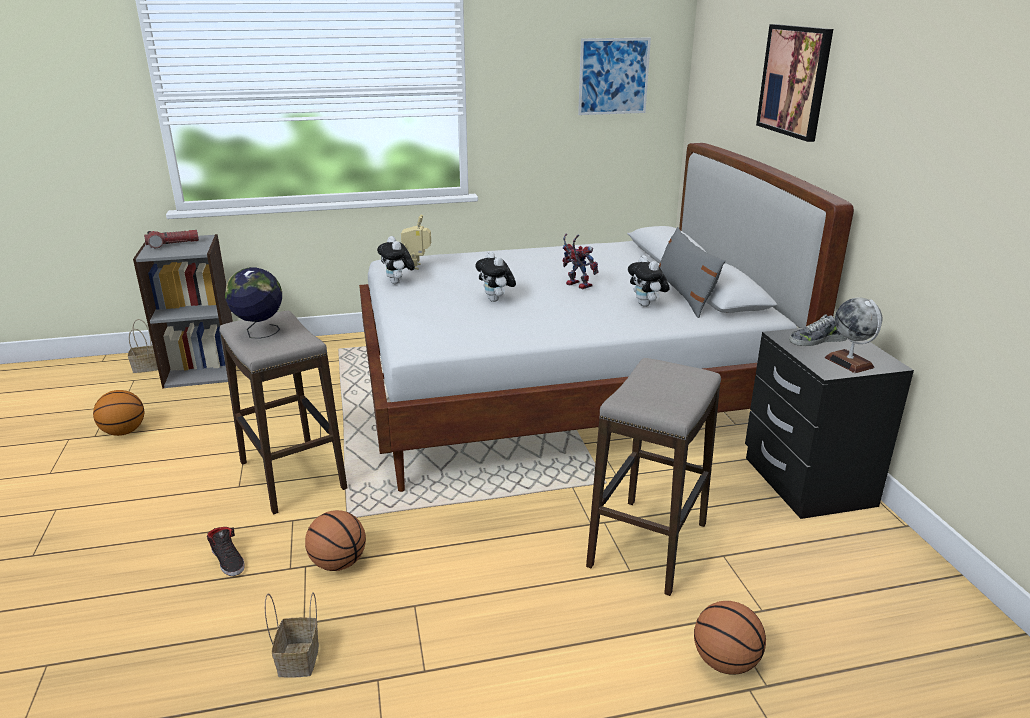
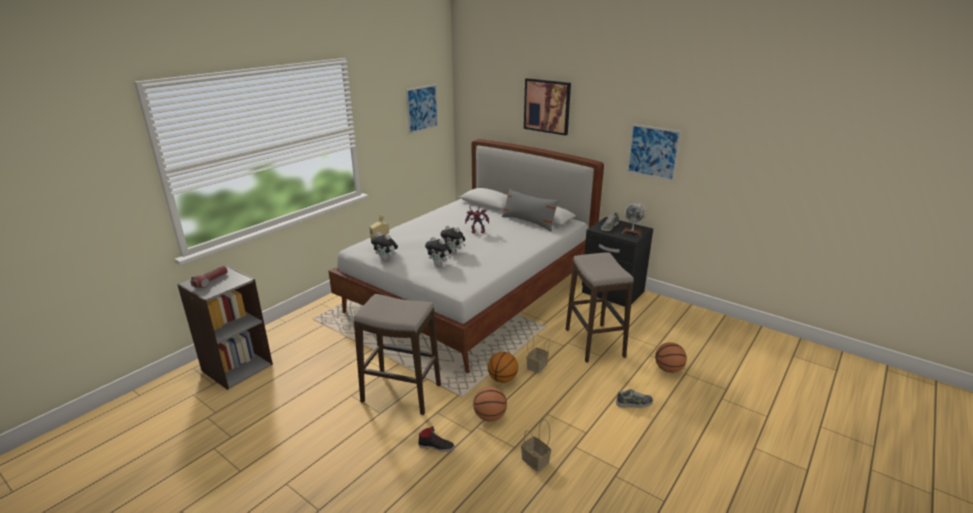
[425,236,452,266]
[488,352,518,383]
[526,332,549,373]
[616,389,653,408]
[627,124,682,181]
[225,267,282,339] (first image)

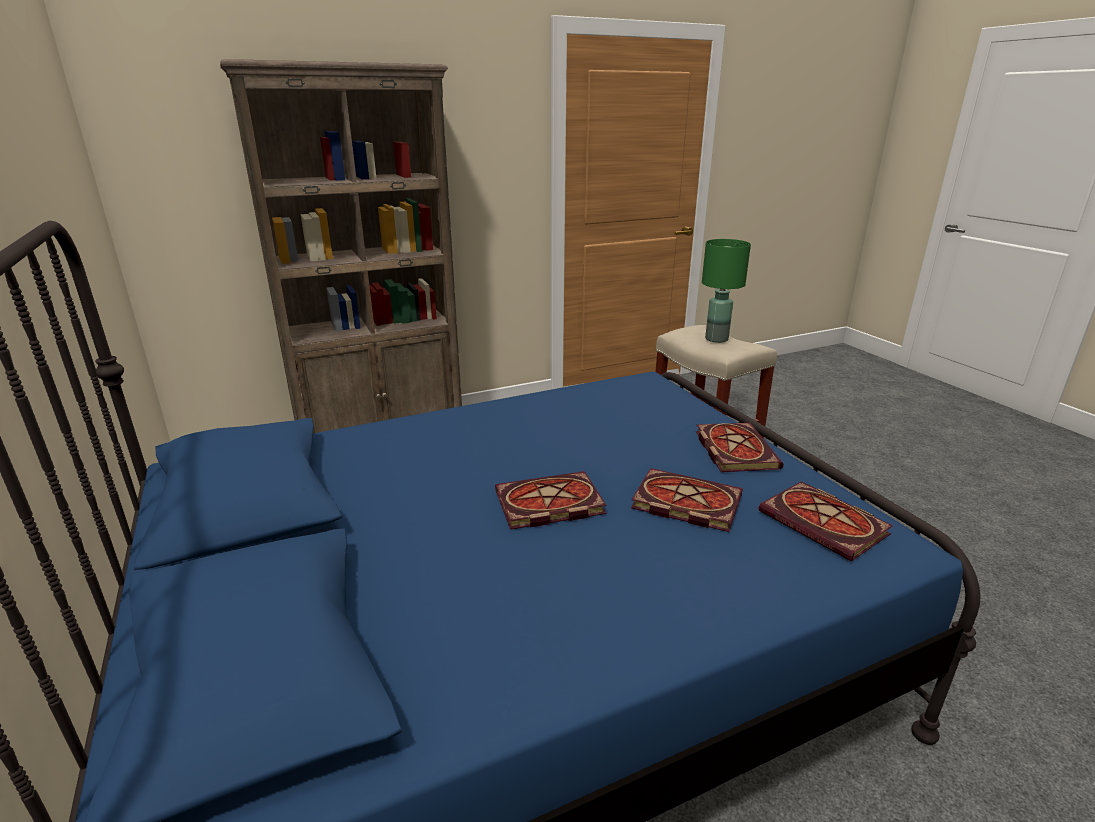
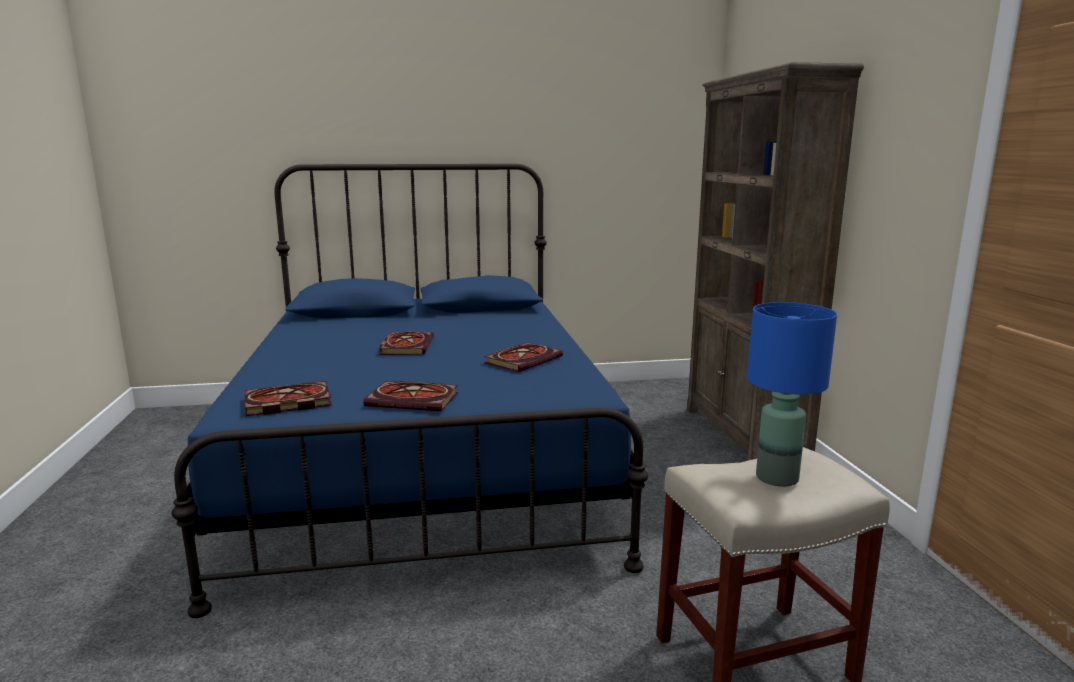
[484,342,563,372]
[747,302,837,487]

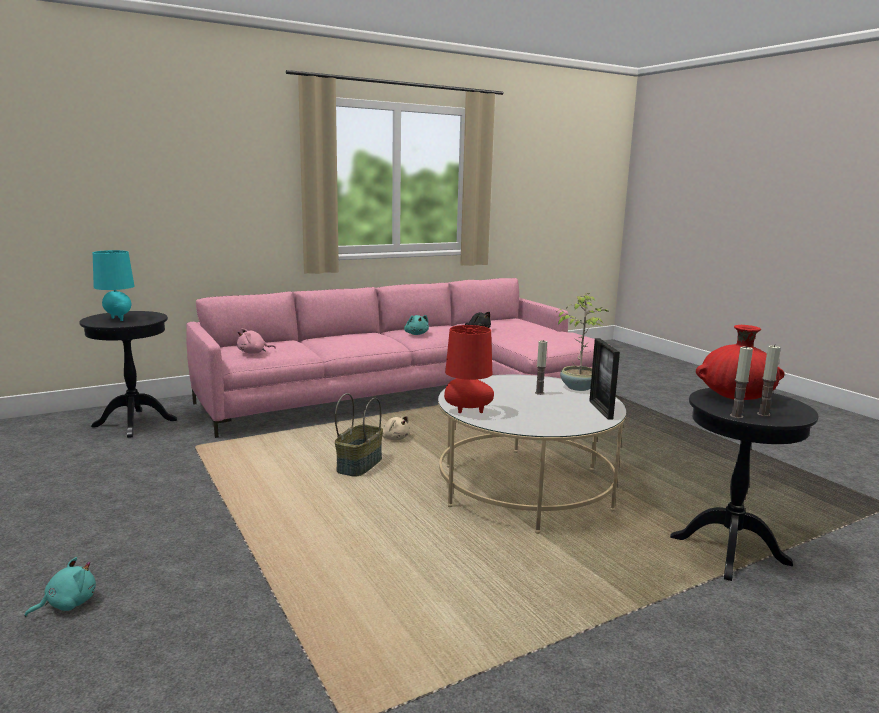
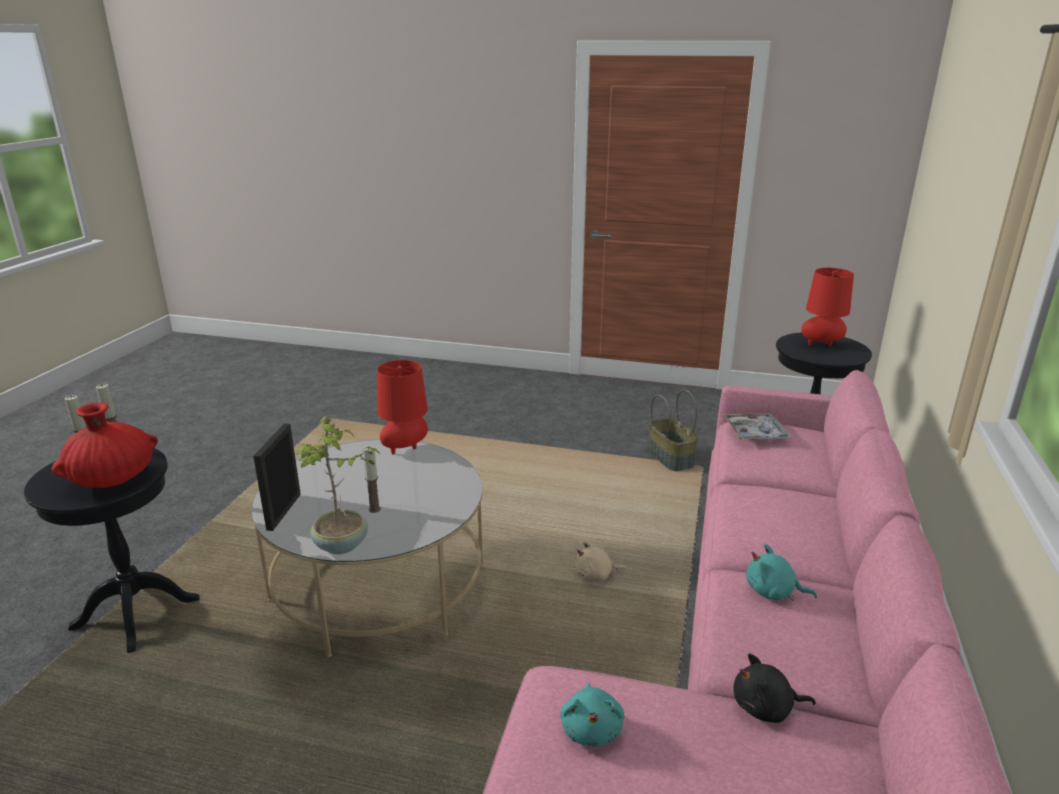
[253,424,301,531]
[560,683,624,747]
[648,390,698,471]
[723,413,792,440]
[801,268,854,347]

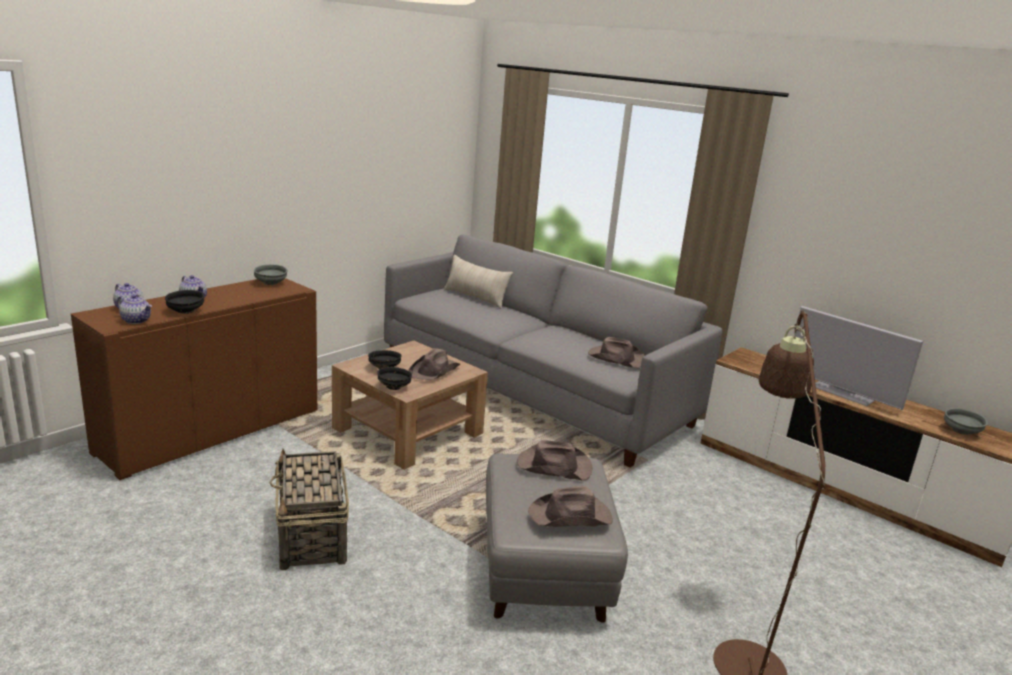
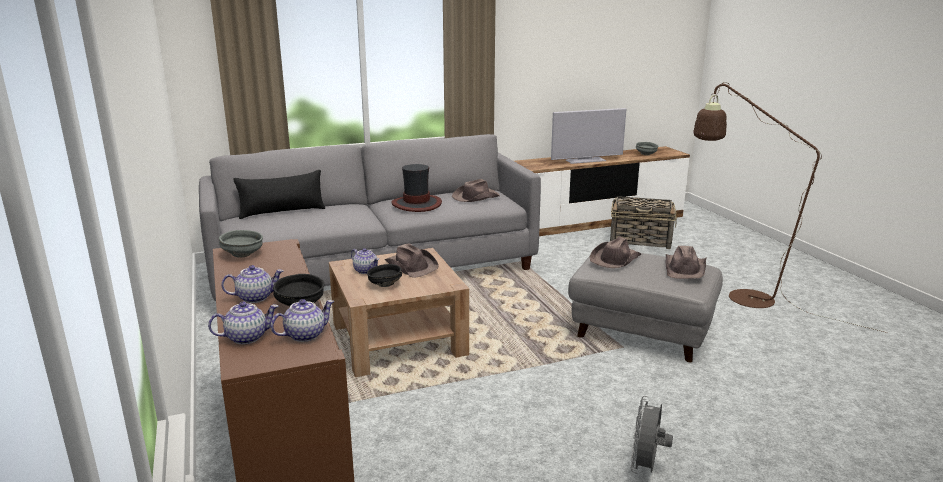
[233,170,325,219]
[351,248,379,274]
[391,164,442,212]
[610,196,677,249]
[630,396,673,474]
[377,367,412,390] (first image)

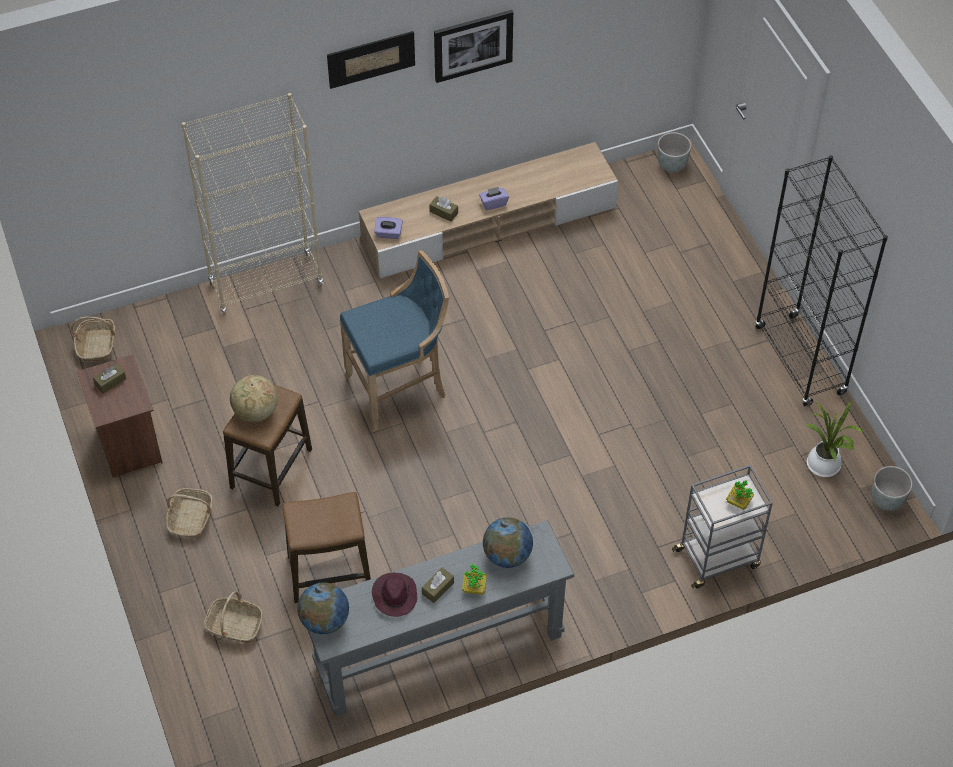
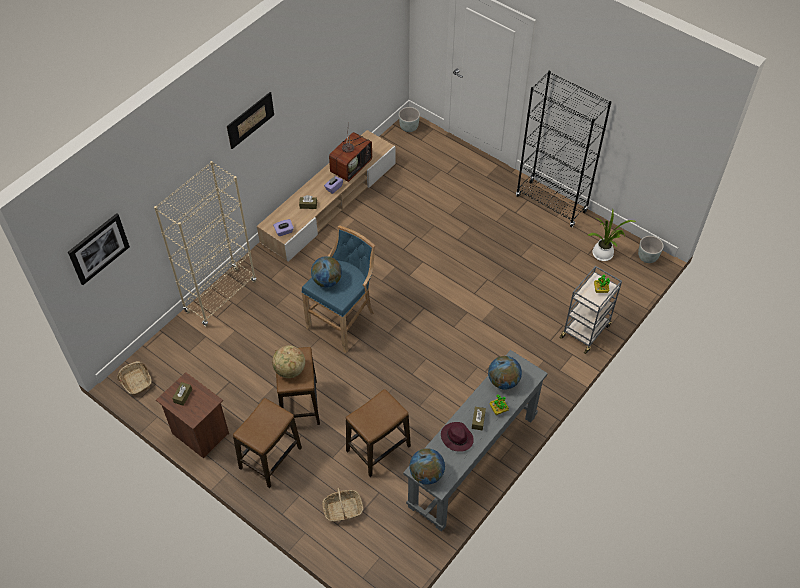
[68,213,130,285]
[233,398,302,488]
[311,256,342,287]
[329,122,372,182]

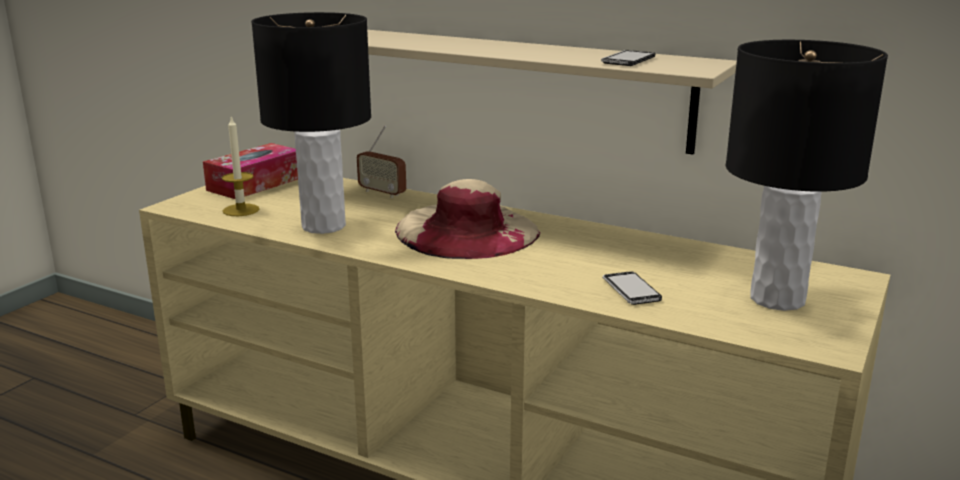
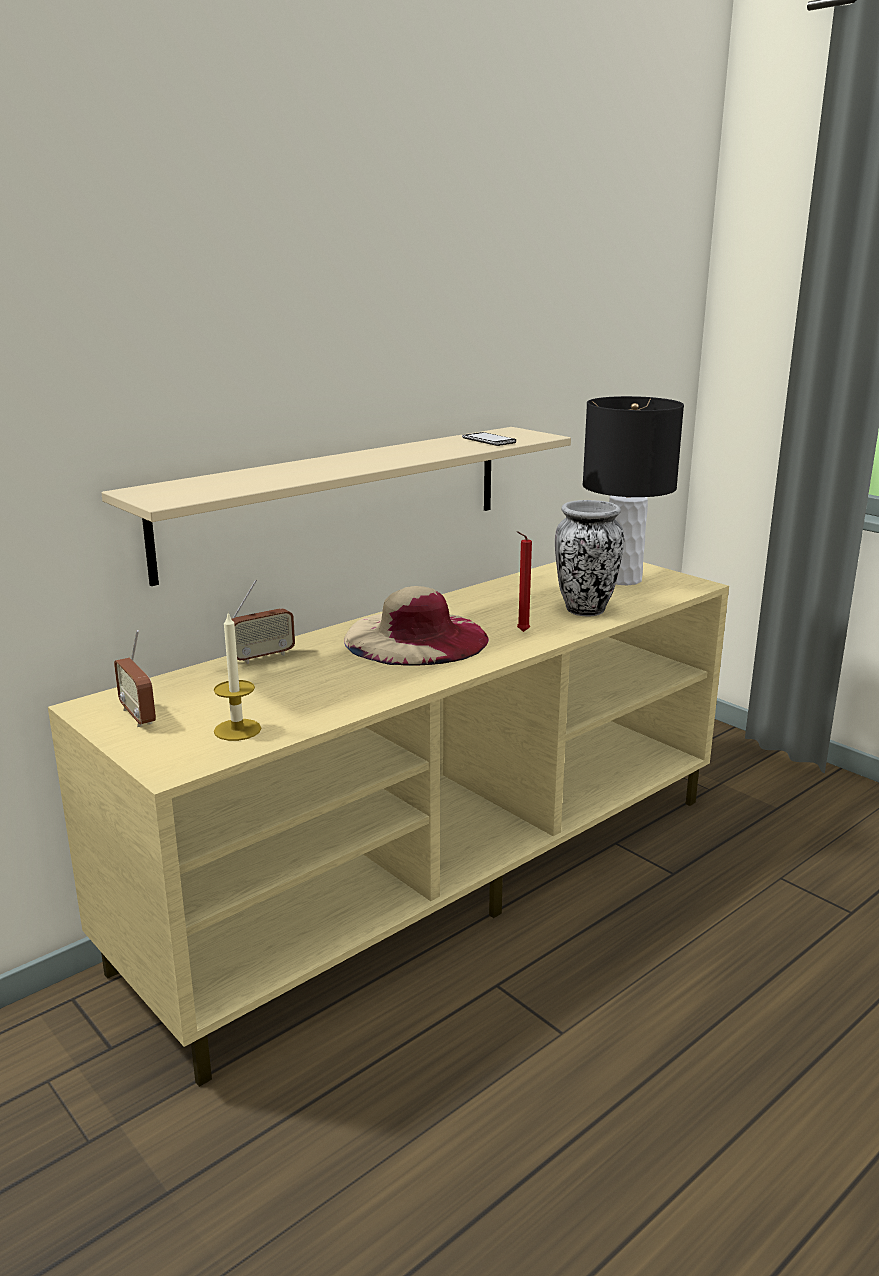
[114,630,156,727]
[517,531,532,632]
[555,500,624,616]
[251,12,371,234] (first image)

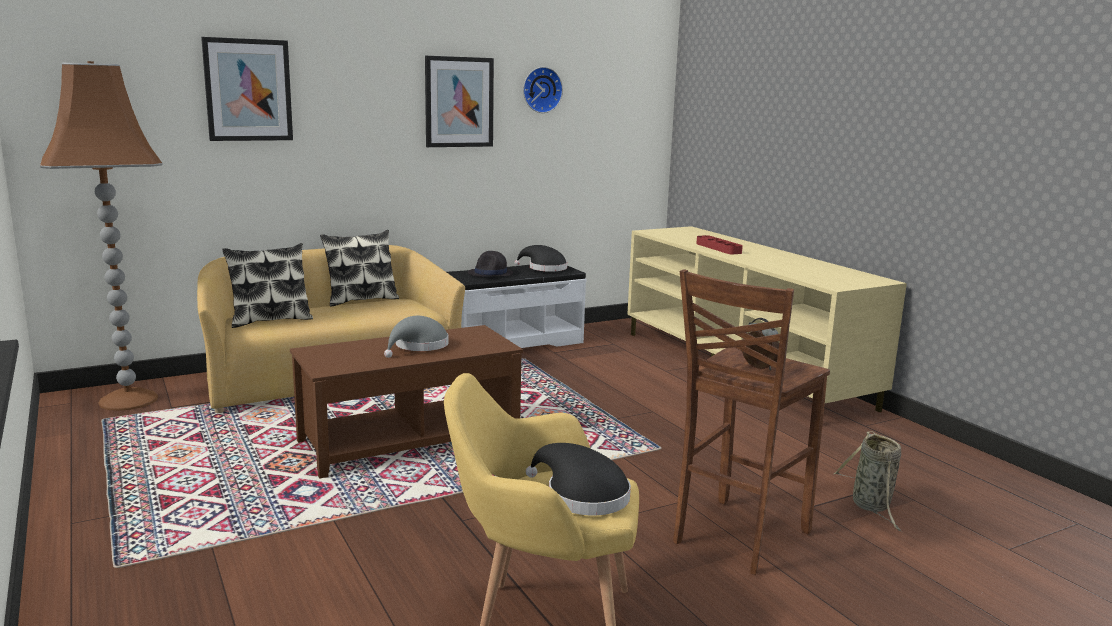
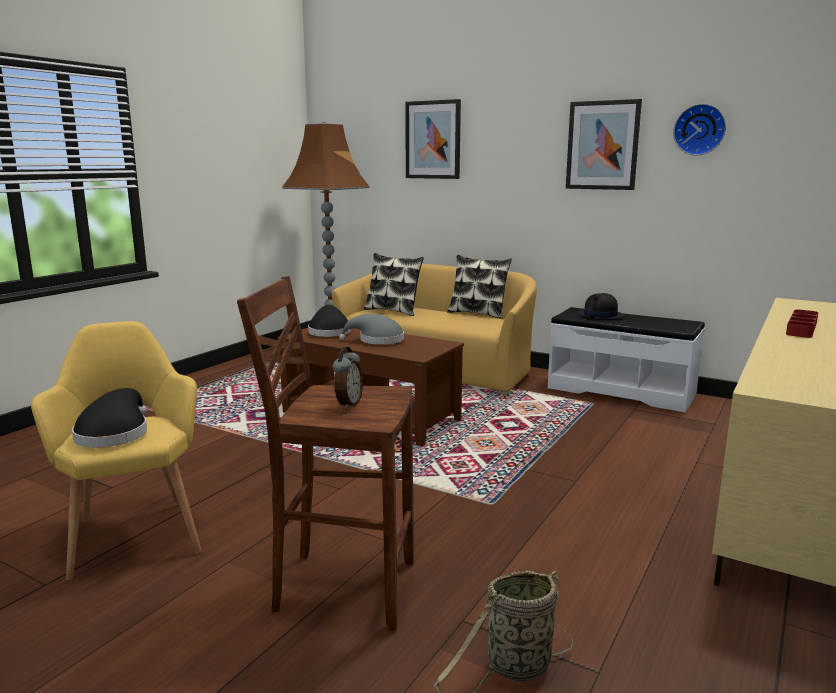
[308,305,351,337]

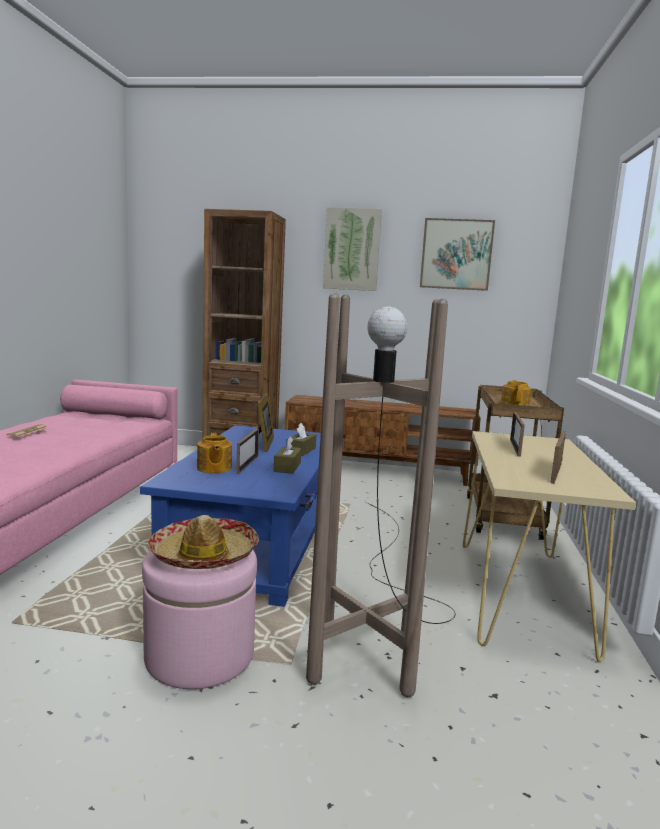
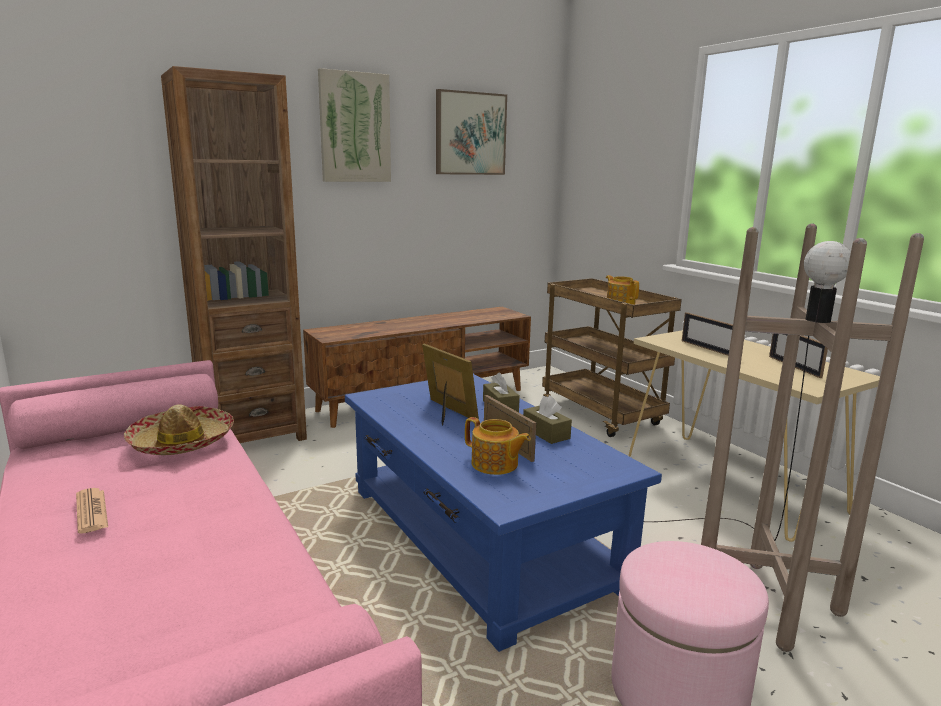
[124,404,234,455]

